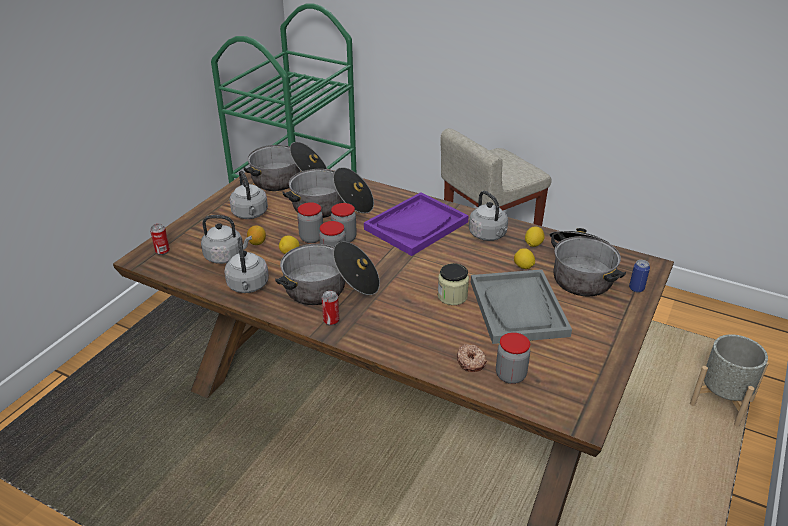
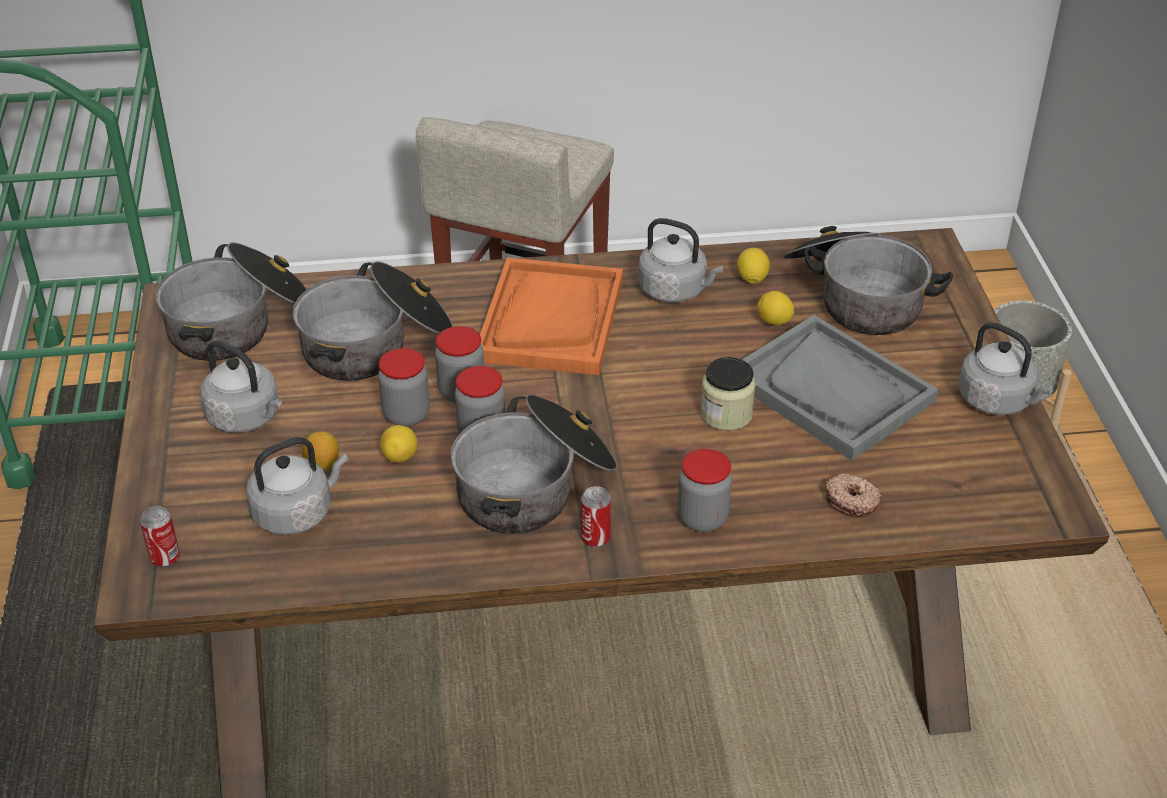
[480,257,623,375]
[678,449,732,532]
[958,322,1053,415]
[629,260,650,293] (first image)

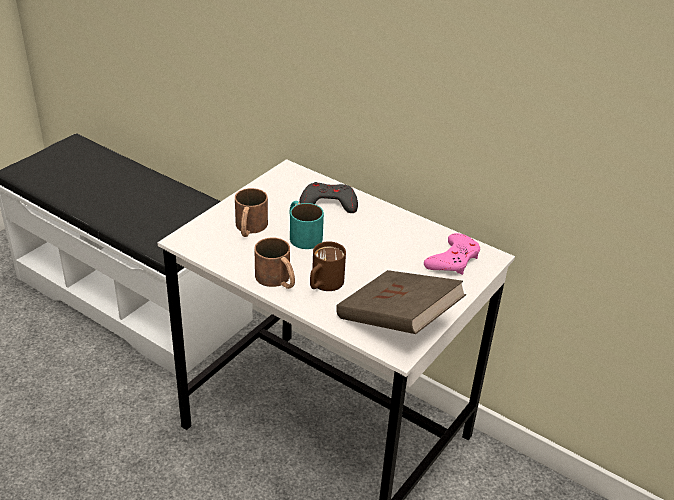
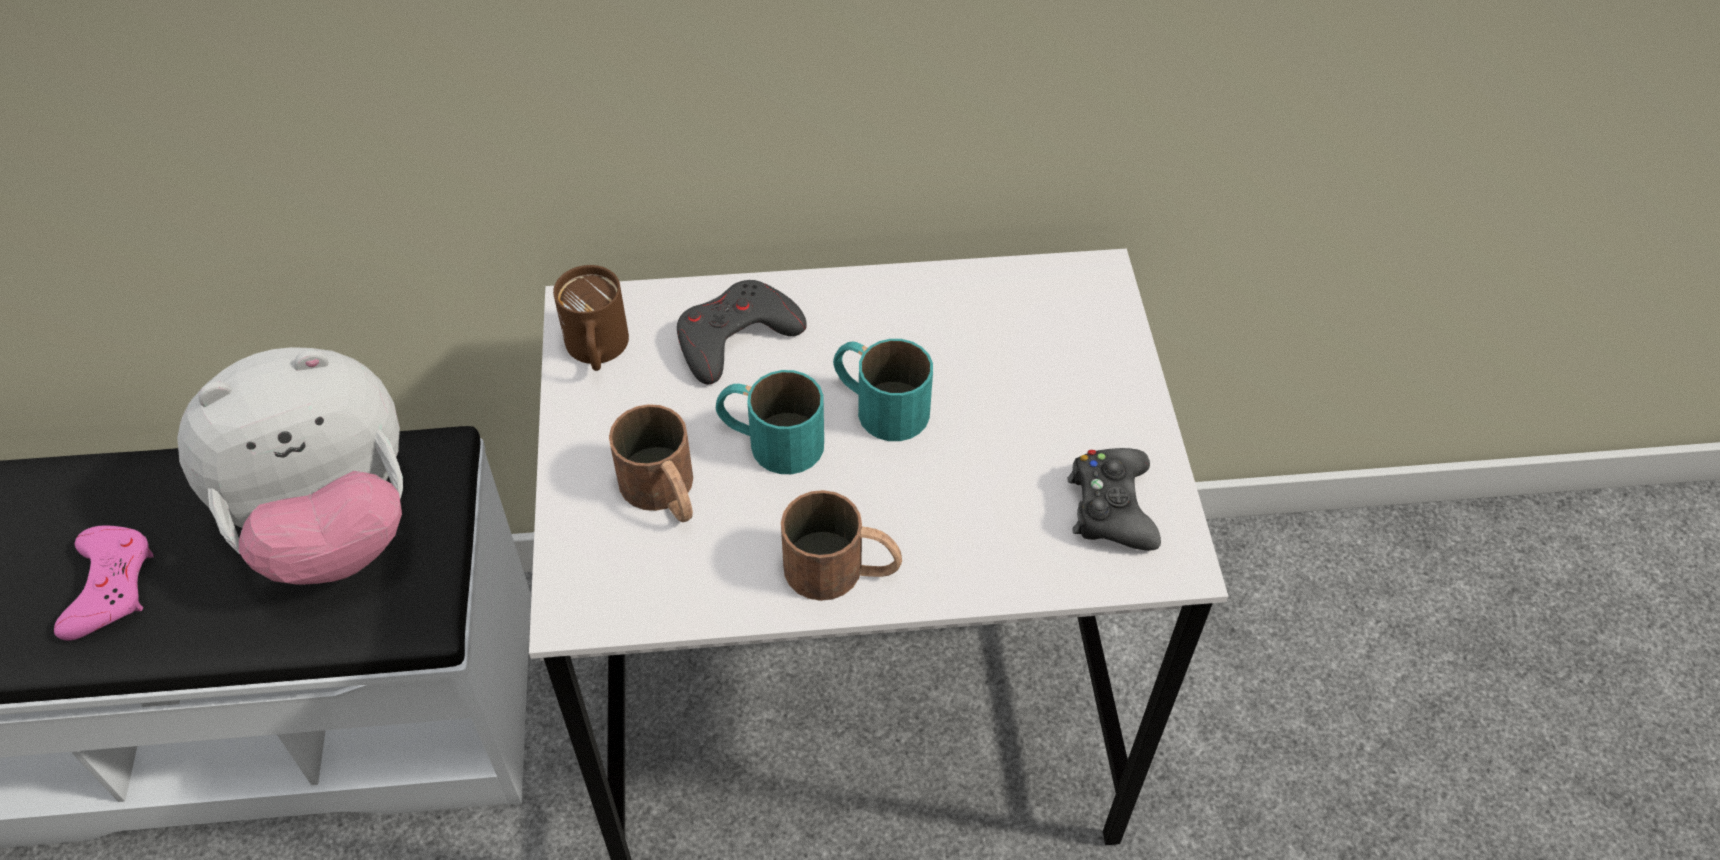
[54,526,153,641]
[177,347,403,584]
[553,265,629,371]
[833,339,933,441]
[1067,448,1161,551]

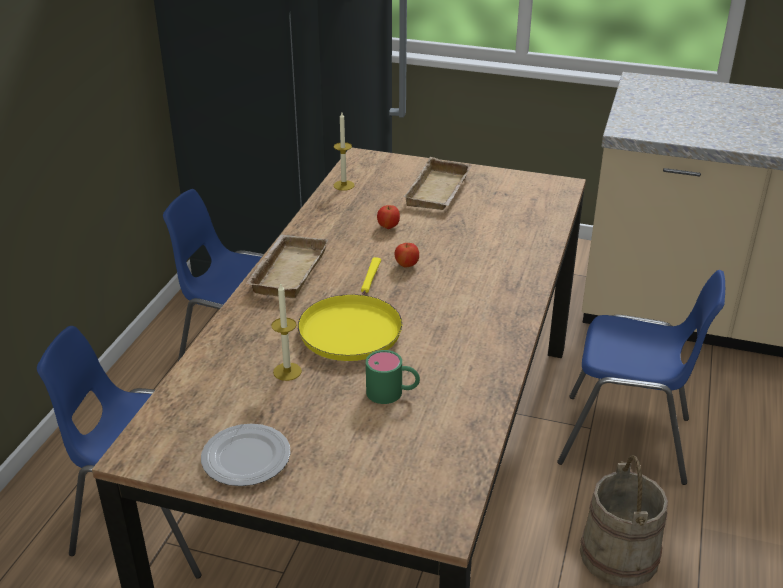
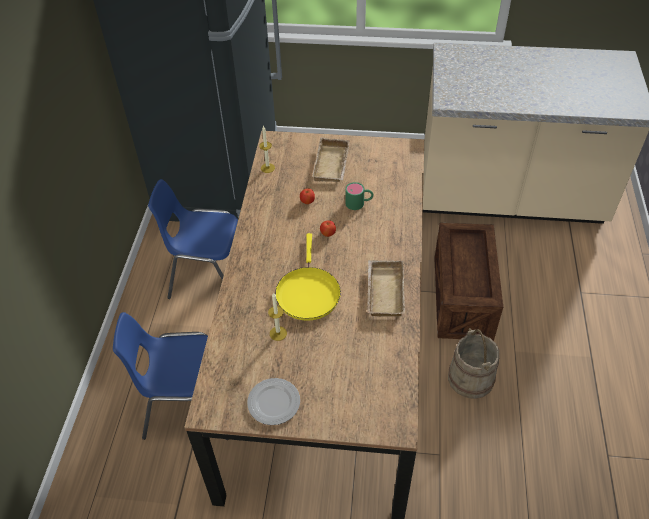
[345,182,373,210]
[367,260,405,317]
[434,223,503,341]

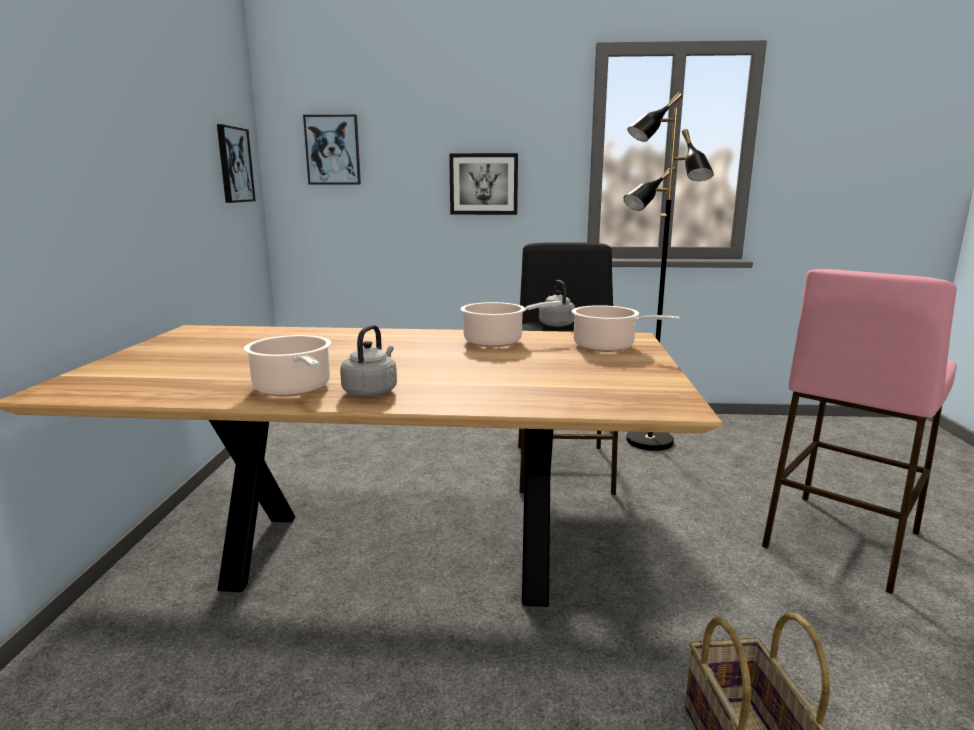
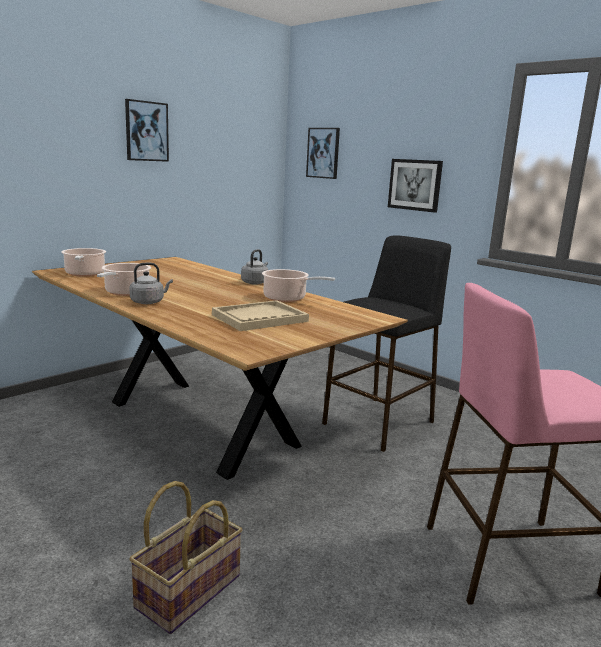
[61,248,106,276]
[125,99,169,162]
[212,300,309,331]
[241,249,268,285]
[623,92,714,451] (first image)

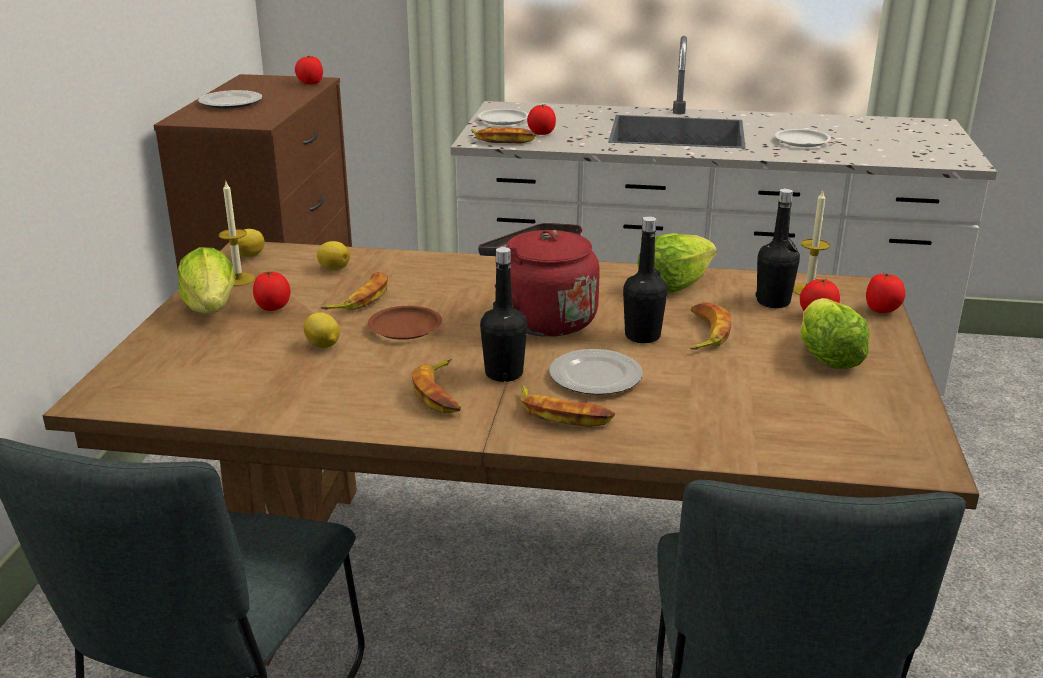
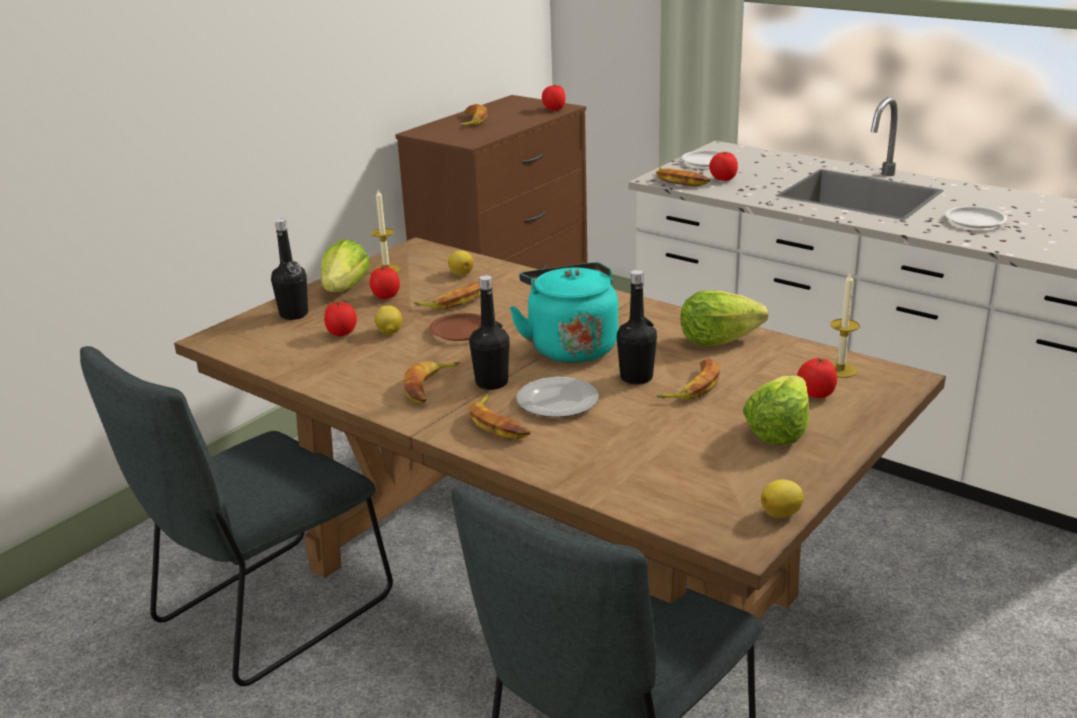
[271,219,308,320]
[324,302,357,336]
[460,104,487,126]
[509,262,618,363]
[761,480,804,518]

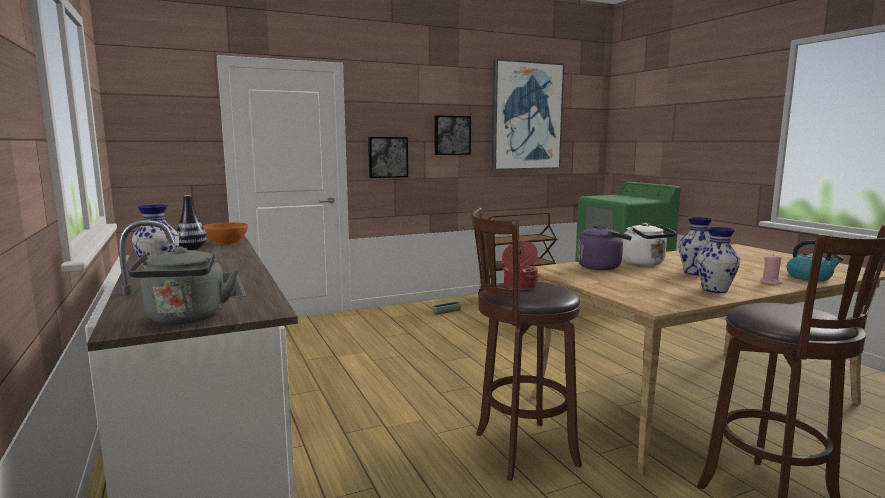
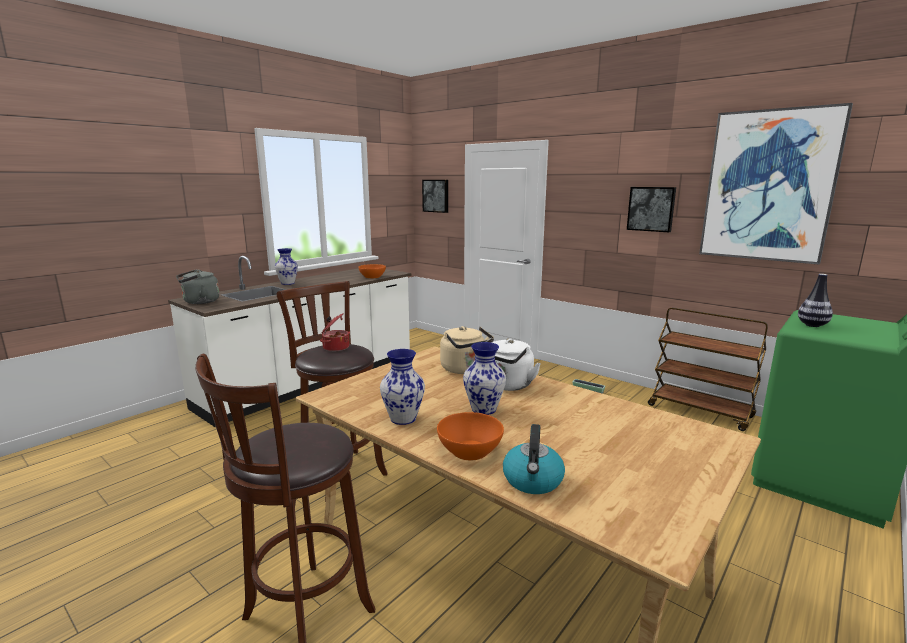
[422,180,448,213]
[437,412,504,460]
[440,326,494,374]
[798,274,833,327]

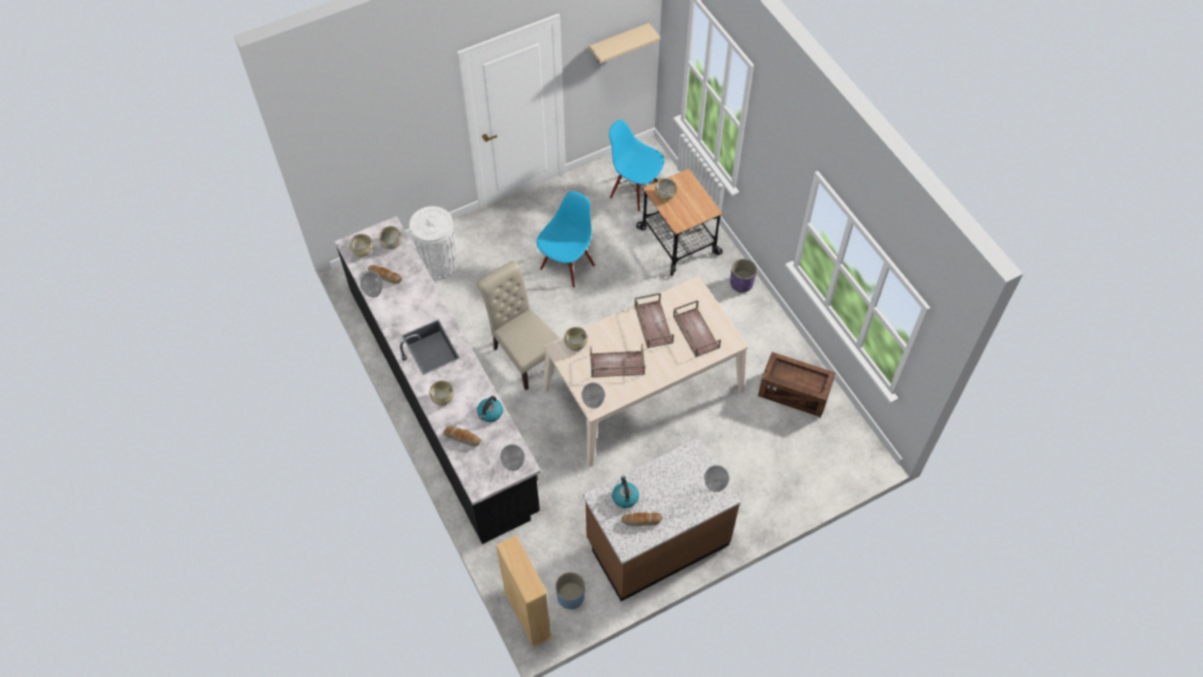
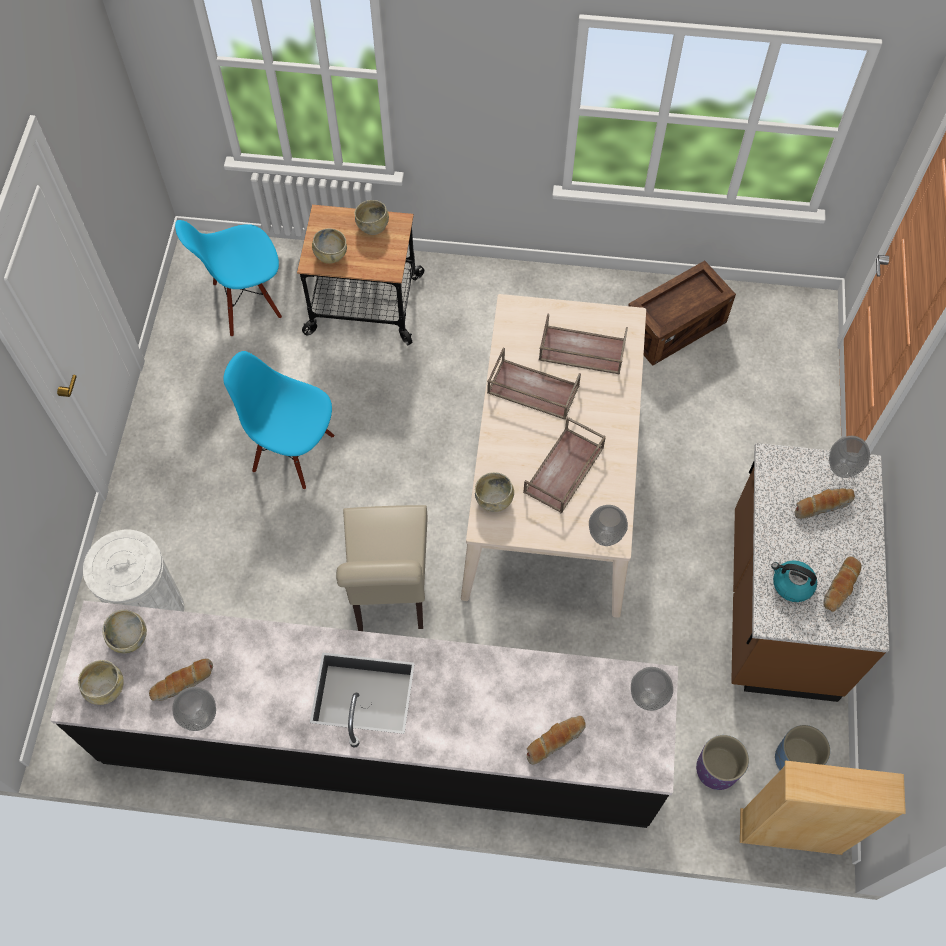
[223,351,334,490]
[336,505,428,631]
[354,200,389,235]
[696,735,749,790]
[795,488,855,519]
[477,396,503,422] (first image)
[589,23,661,64] (first image)

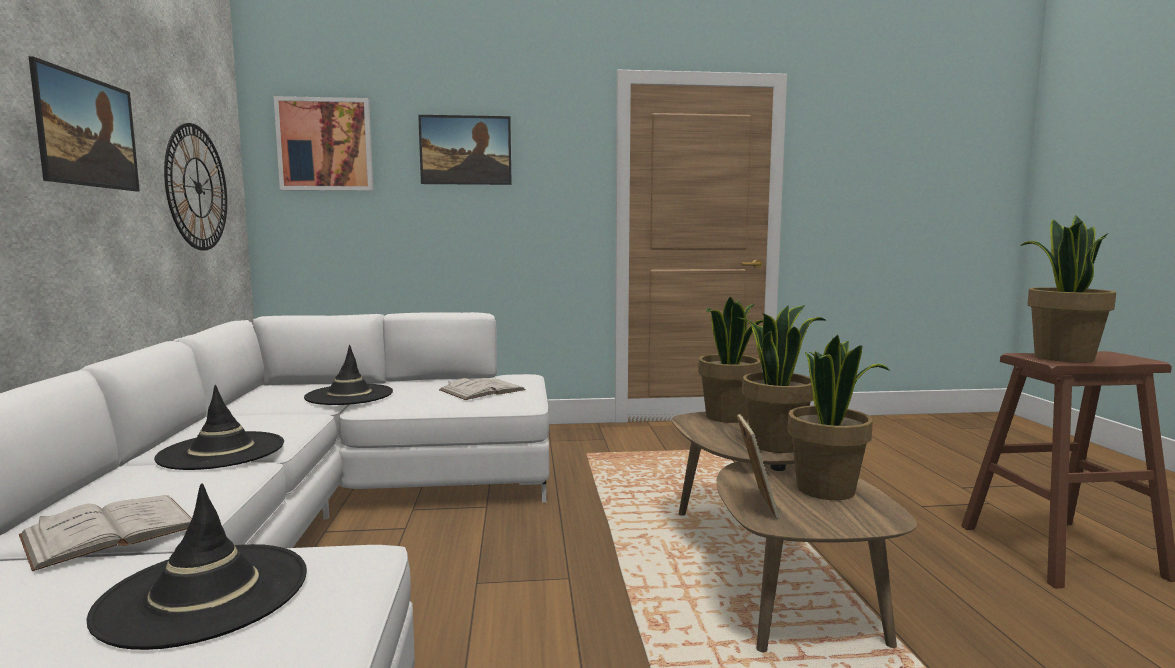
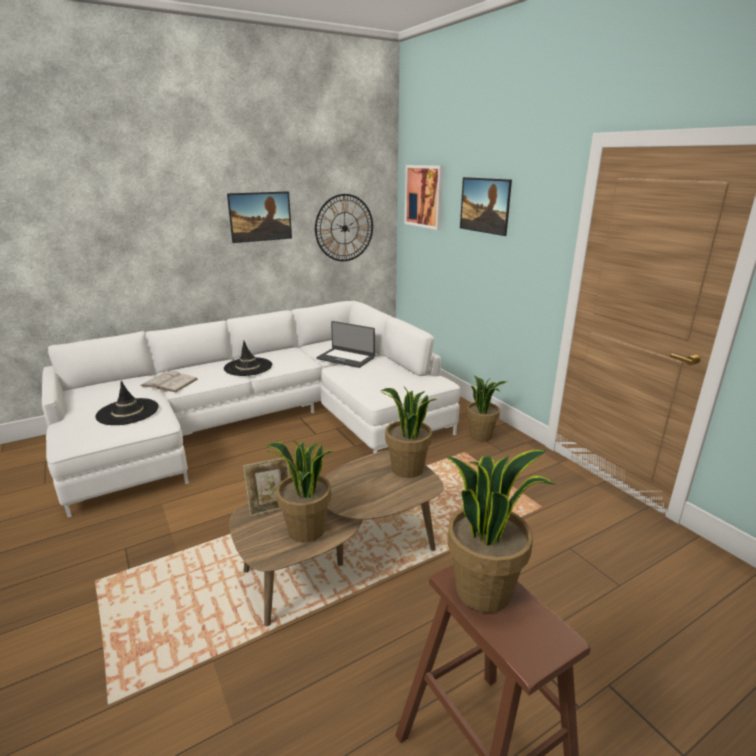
[316,321,375,368]
[467,375,507,441]
[439,378,526,400] (first image)

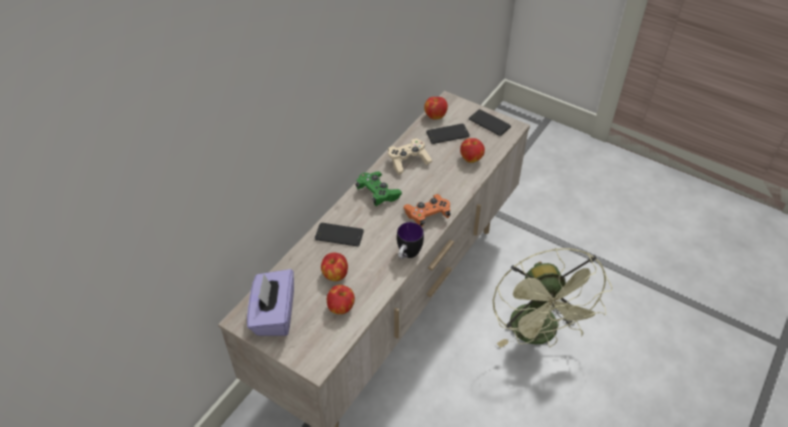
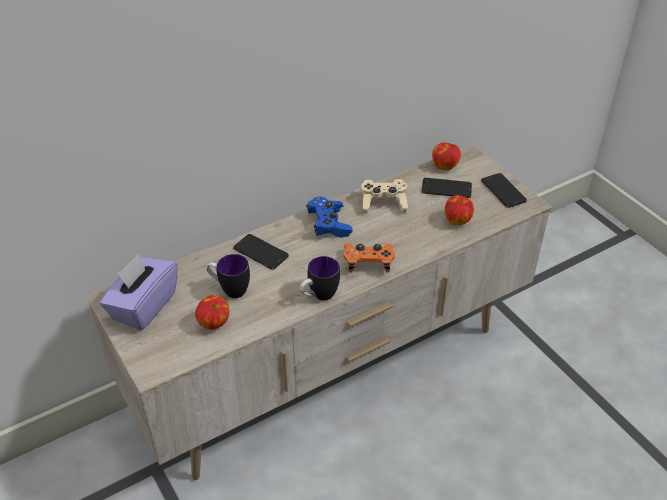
[207,254,250,298]
[306,196,353,238]
[492,248,612,348] (first image)

